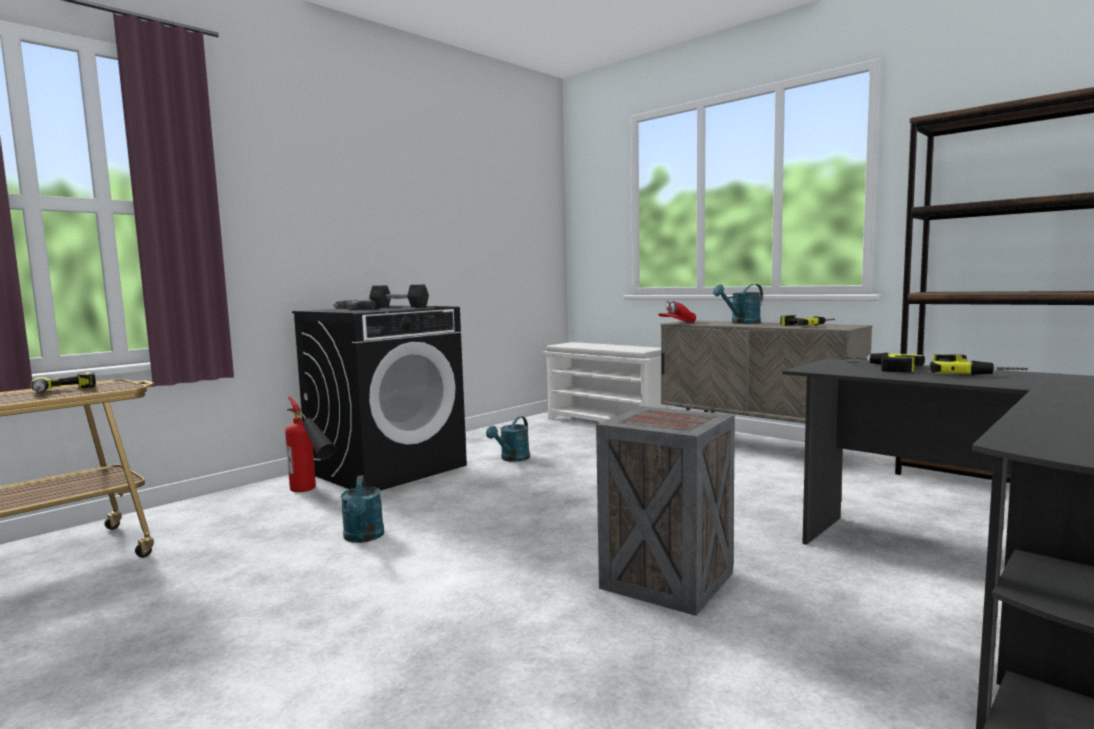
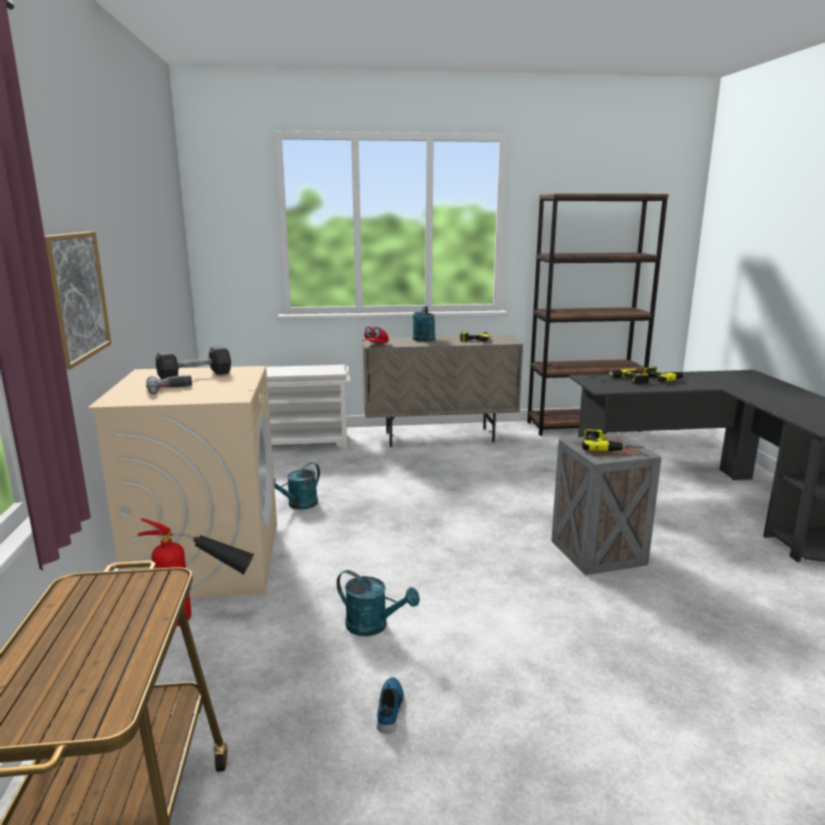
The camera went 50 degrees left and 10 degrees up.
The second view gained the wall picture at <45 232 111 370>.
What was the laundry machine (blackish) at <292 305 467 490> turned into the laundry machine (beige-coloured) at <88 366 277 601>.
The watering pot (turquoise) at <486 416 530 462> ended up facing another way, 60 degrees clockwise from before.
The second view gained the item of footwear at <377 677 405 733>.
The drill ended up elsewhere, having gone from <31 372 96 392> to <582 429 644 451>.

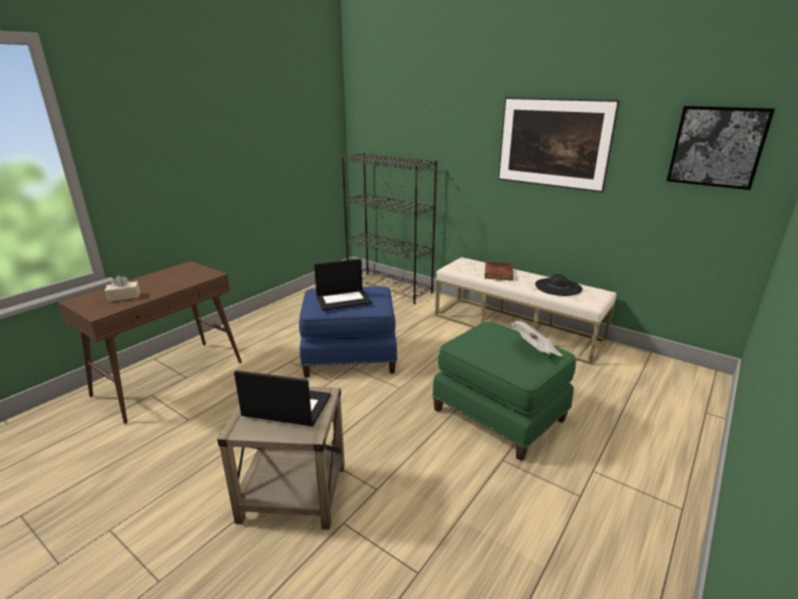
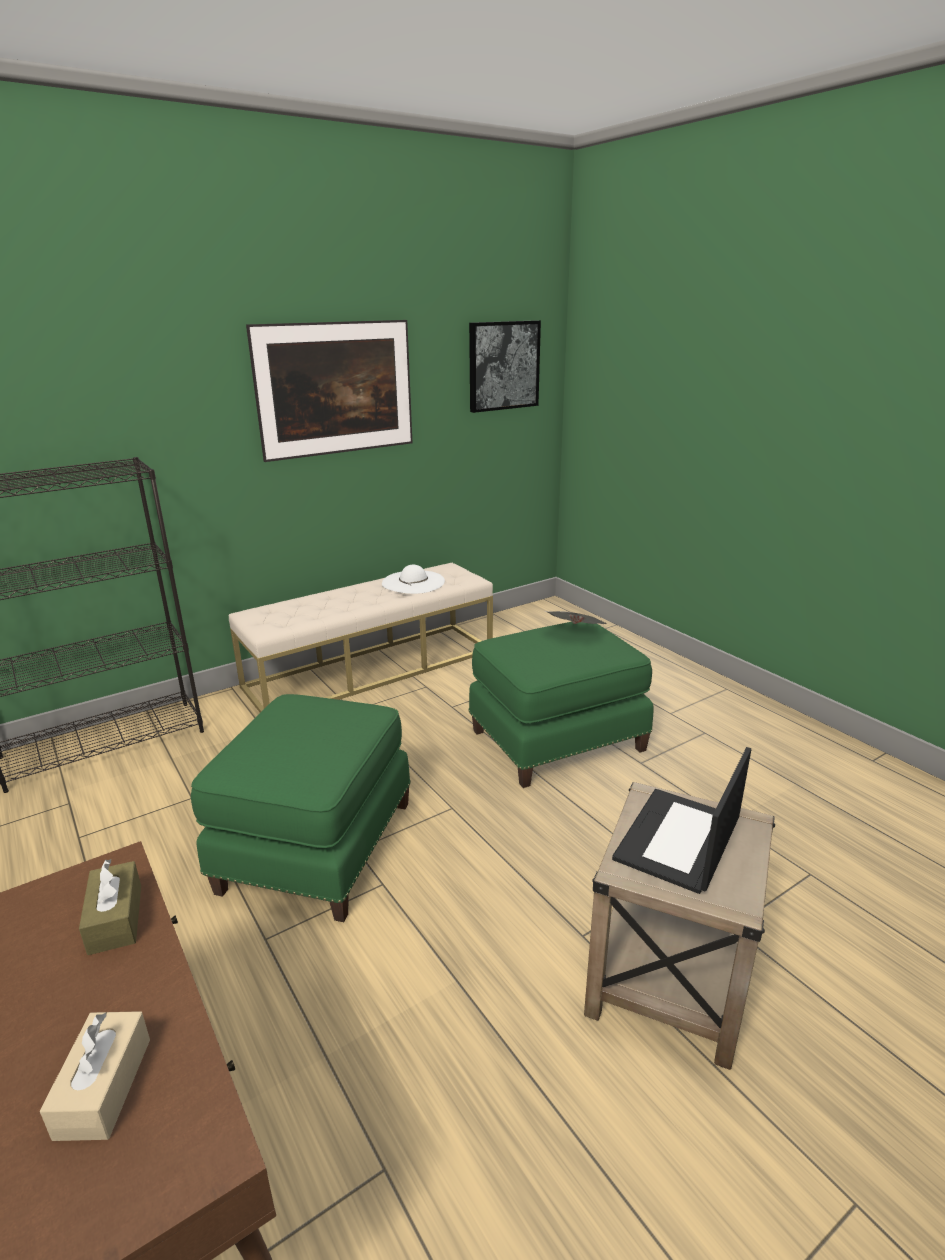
The camera went 70 degrees left and 0 degrees up.
The second view gained the box of tissues (brownish) at <79 859 141 955>.
What was the pouffe (bluish) at <299 286 398 378> turned into the pouffe (green) at <191 694 411 922>.
What was the clothing hat (blackish) at <535 274 582 296> turned into the clothing hat (white-coloured) at <382 565 445 594>.
The second view lost the portable computer at <314 259 372 311>.
The second view lost the book at <484 262 513 280>.

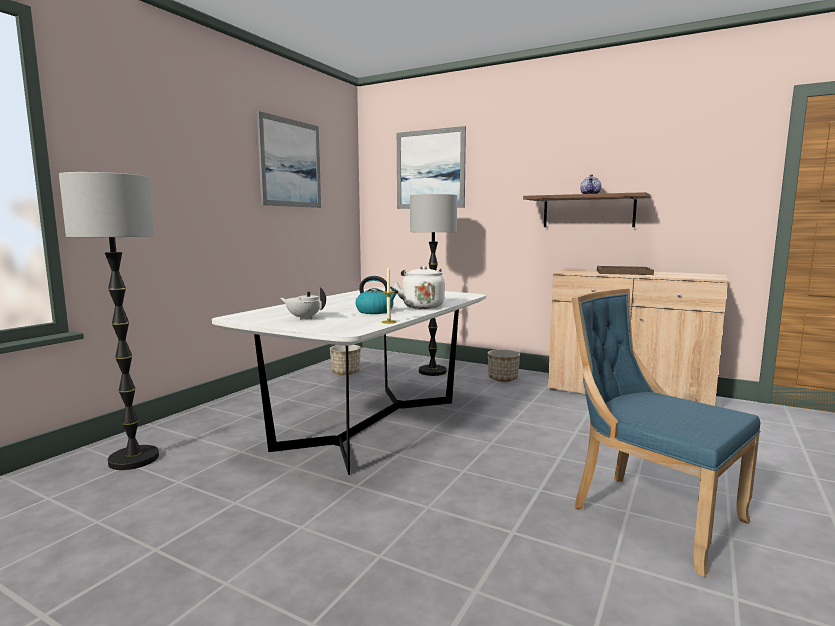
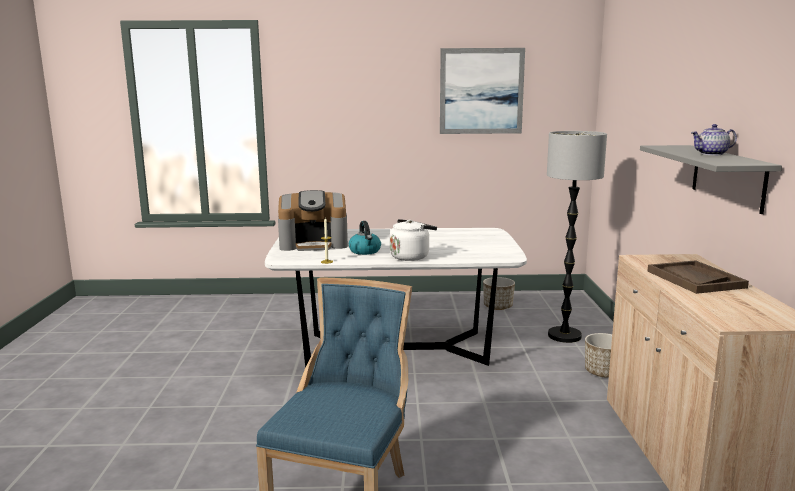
The camera went 60 degrees right and 5 degrees up.
Where the teapot (white-coloured) stood at <280 287 326 320>, the coffee maker came to stand at <278 190 348 251>.
What was the shelf (brownish) at <523 192 650 227> turned into the shelf (greyish) at <640 145 782 214>.
The second view lost the floor lamp at <59 172 159 470>.
The second view lost the wall picture at <397 126 466 209>.

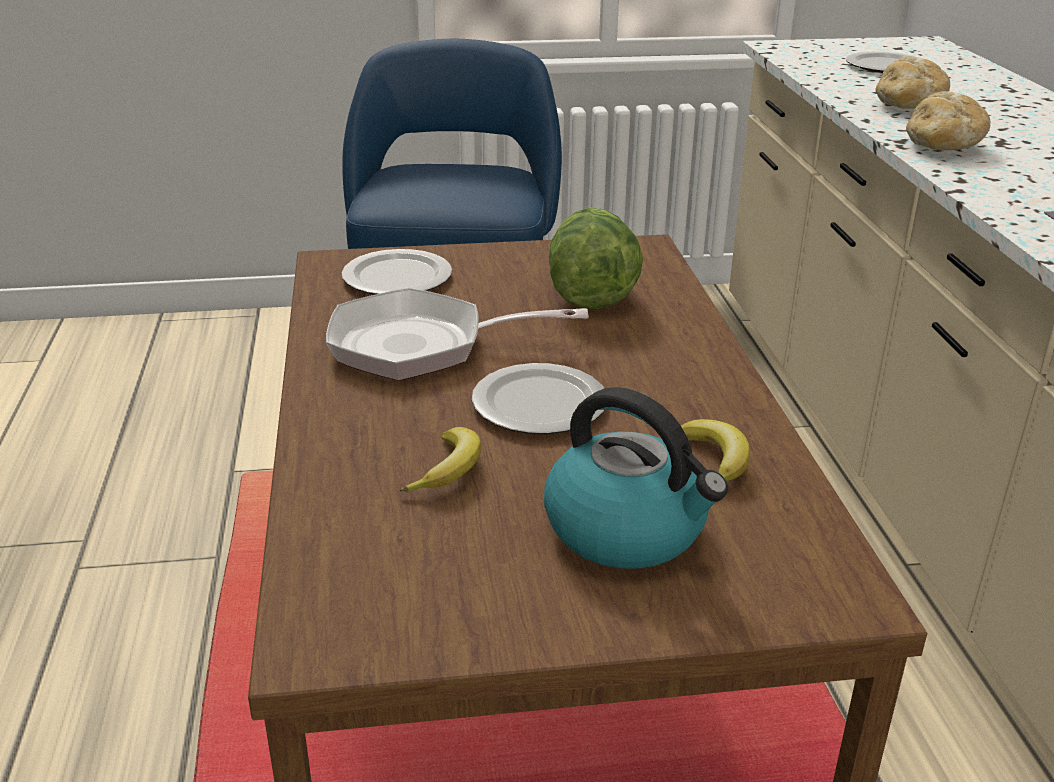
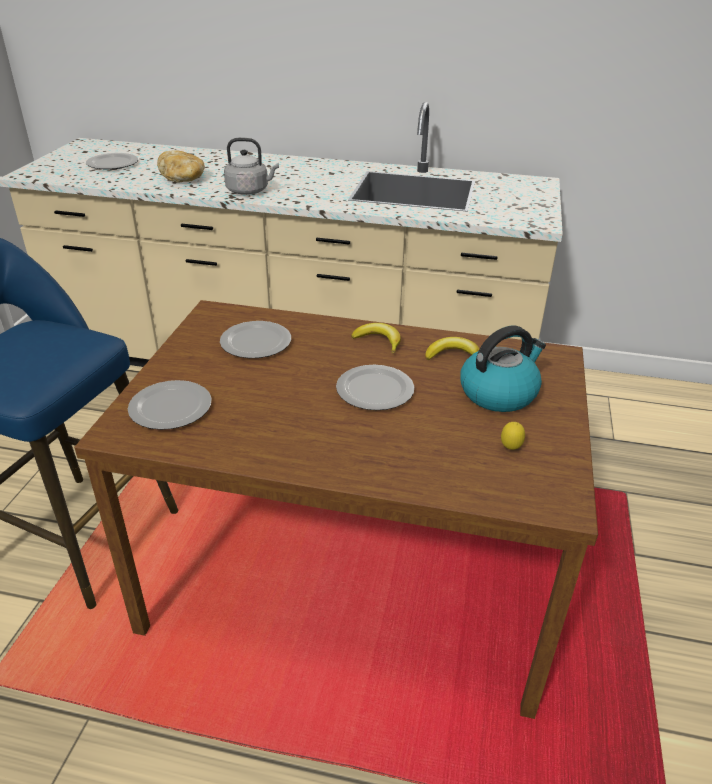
The camera went 70 degrees left and 5 degrees up.
Where the lettuce stood at <549 208 643 309>, the dinner plate came to stand at <220 321 291 358>.
Where the baked bread stood at <906 91 991 150>, the water kettle (greyish) came to stand at <224 138 279 195>.
The banana ended up elsewhere, having gone from <400 427 481 492> to <351 323 401 354>.
The second view gained the lemon at <501 422 525 450>.
The second view lost the skillet at <326 288 589 381>.

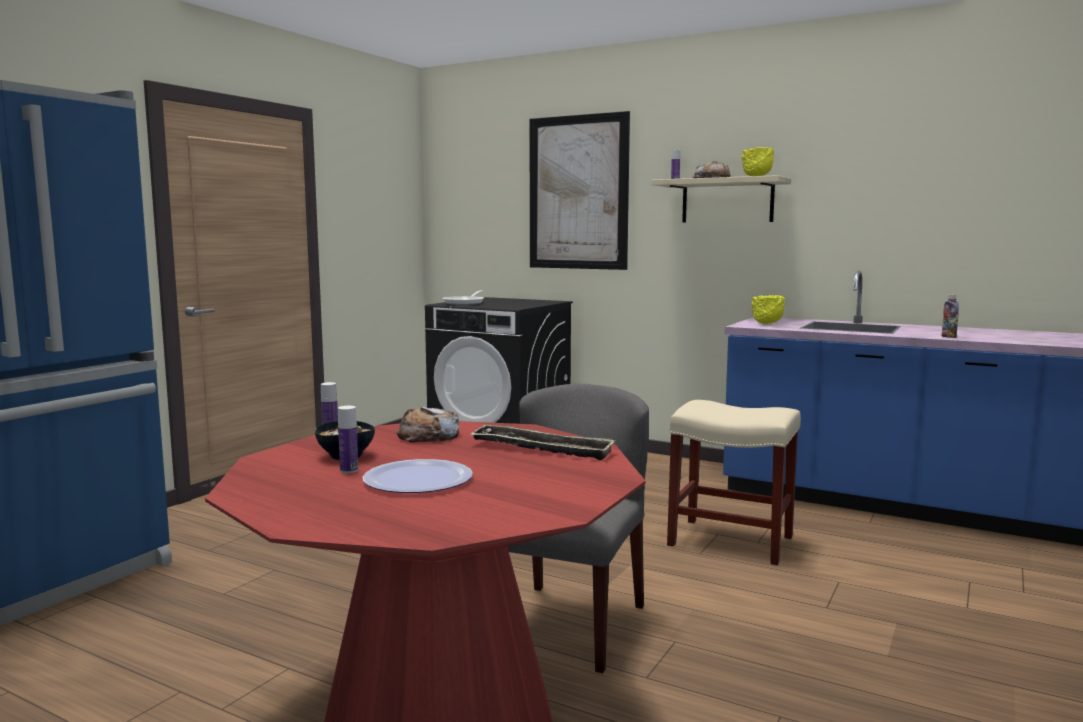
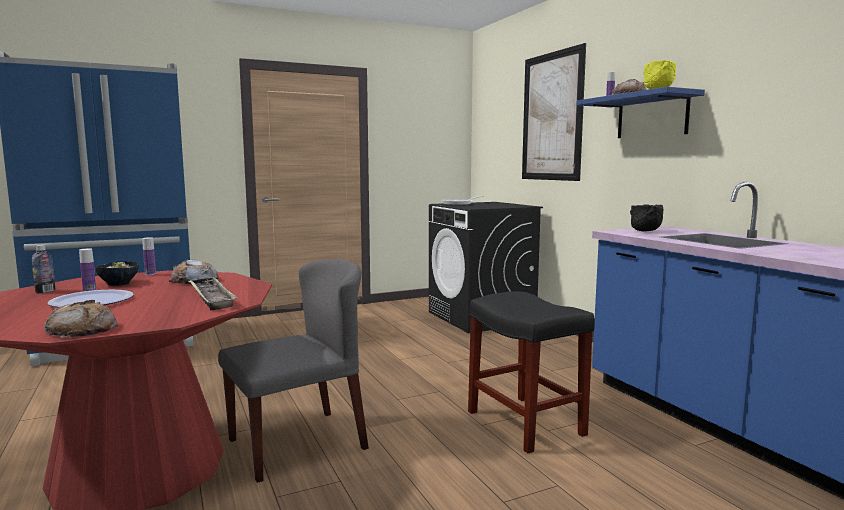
The camera went 35 degrees right and 0 degrees up.
The beverage bottle ended up elsewhere, having gone from <942 294 959 338> to <32 245 55 294>.
The second view gained the baked bread at <44 300 118 338>.
What was the stool seat (beige-coloured) at <667 400 801 565> turned into the stool seat (blackish) at <468 291 595 453>.
What was the shelf (beige-coloured) at <651 175 791 222> turned into the shelf (bluish) at <577 87 705 138>.
What was the bowl (yellow-coloured) at <751 295 785 324> turned into the bowl (blackish) at <630 205 664 232>.

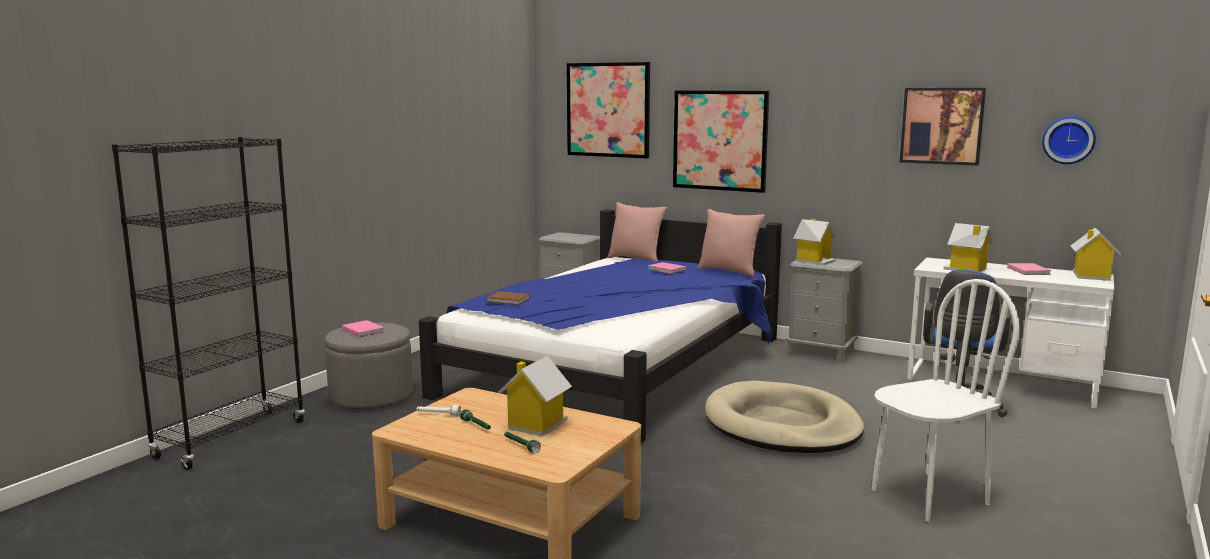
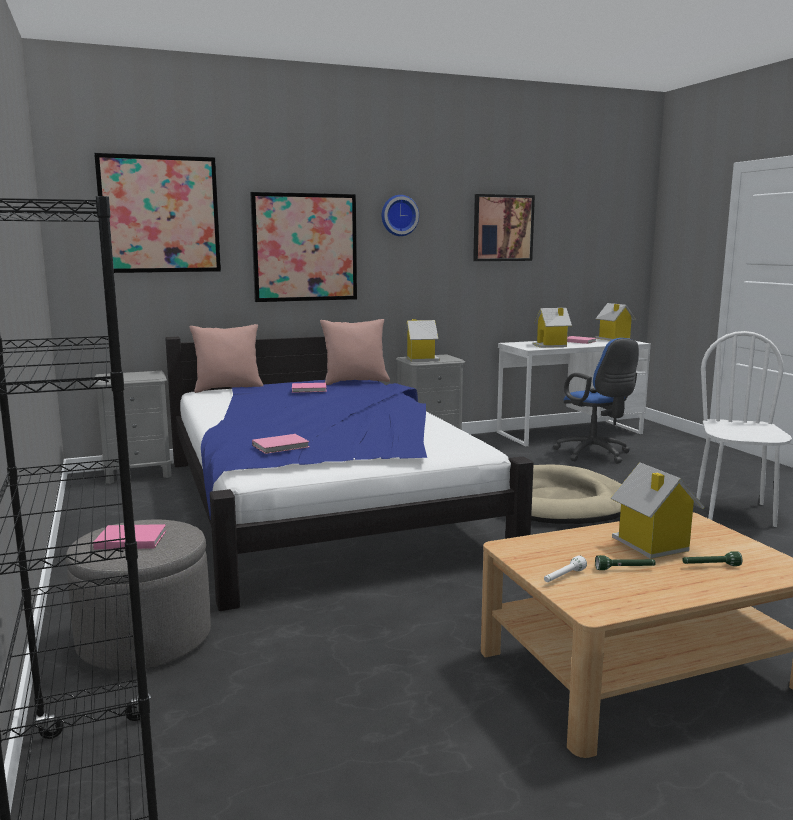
The camera went 50 degrees left and 0 degrees up.
What was the book (brownish) at <486 291 530 305> turned into the book (pink-coloured) at <252 434 310 454>.
The hanging clock ended up elsewhere, having gone from <1042 116 1096 164> to <382 195 419 236>.

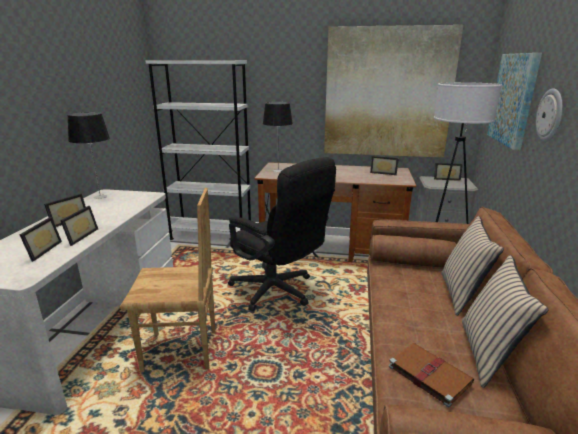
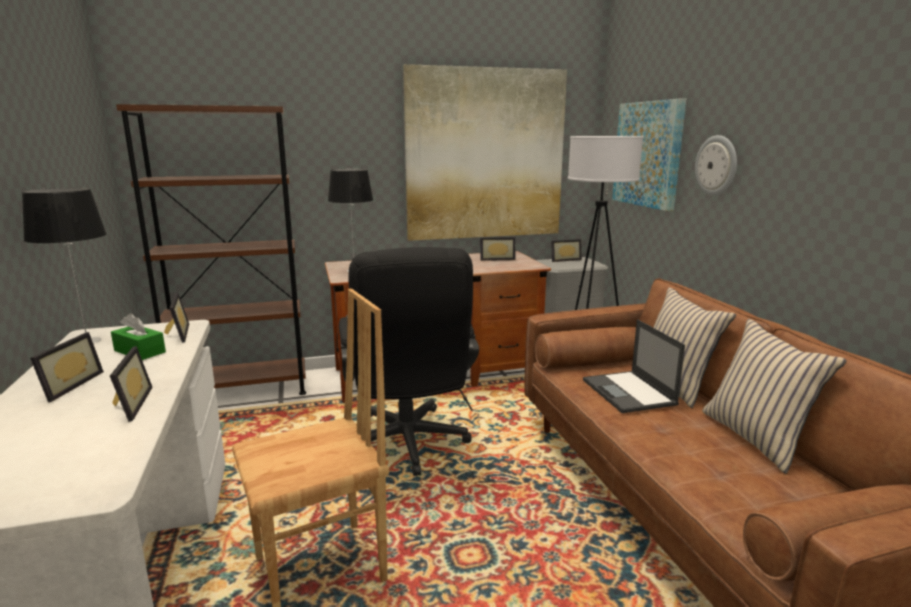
The camera went 25 degrees left and 5 degrees down.
The second view gained the box of tissues (green) at <111 313 166 360>.
What was the bookshelf (white-coloured) at <145 60 251 240> turned into the bookshelf (brownish) at <116 104 306 395>.
The standing frame ended up elsewhere, having gone from <20 217 62 262> to <164 292 189 343>.
The desk chair (blackish) at <228 157 336 311> ended up facing another way, 60 degrees clockwise from before.
The second view gained the portable computer at <583 319 685 413>.
The second view lost the book (brownish) at <388 343 474 407>.

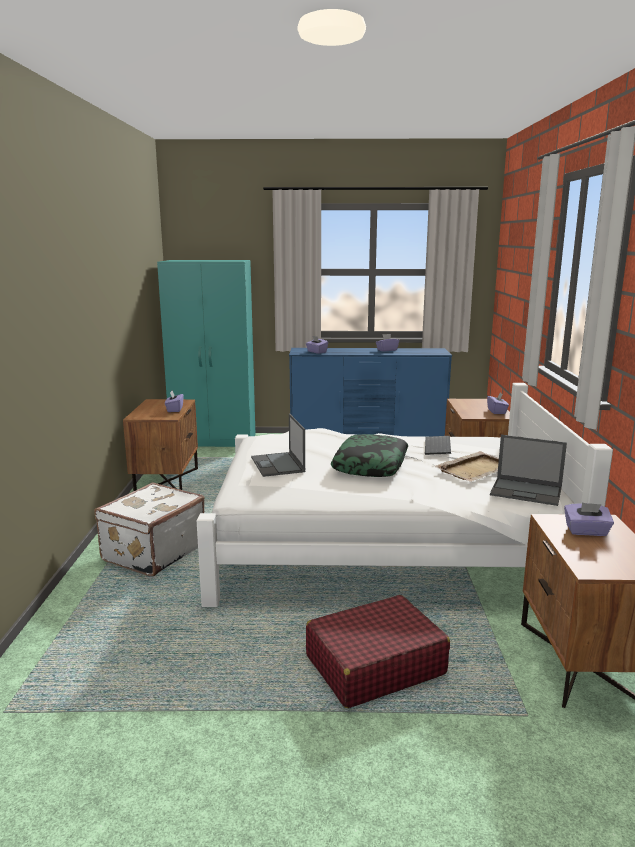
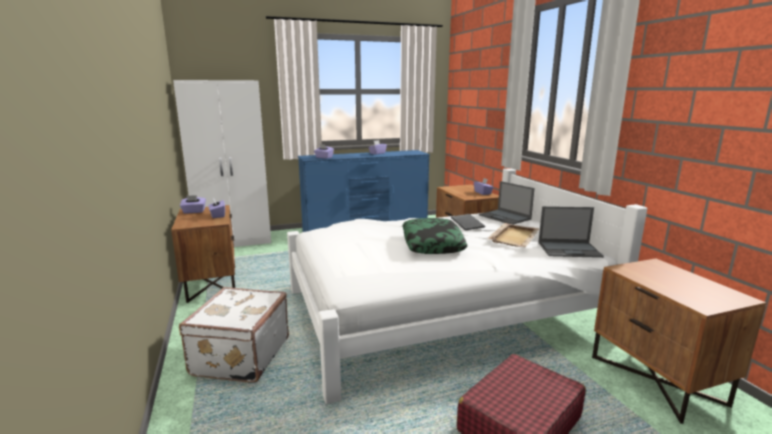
The camera went 20 degrees left and 0 degrees up.
What was the wardrobe (turquoise) at <157 260 256 447> turned into the wardrobe (white-coloured) at <173 80 271 247>.
The box of tissues (purple-coloured) ended up elsewhere, having gone from <564 503 614 536> to <180 195 206 214>.
The portable computer ended up elsewhere, having gone from <251 414 305 477> to <479 181 534 225>.

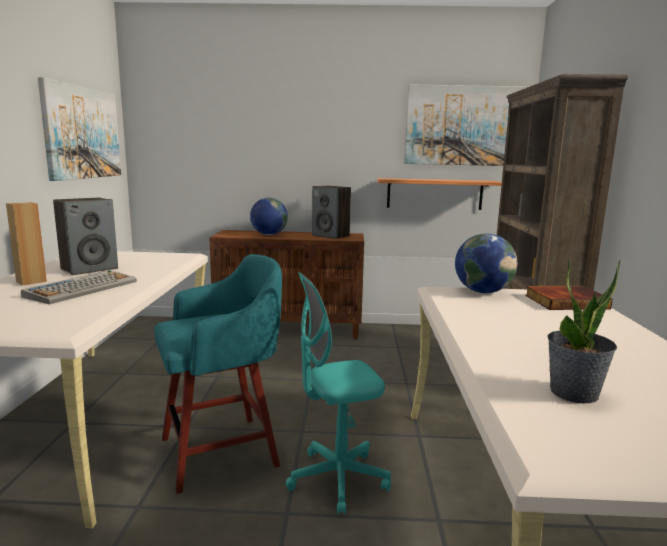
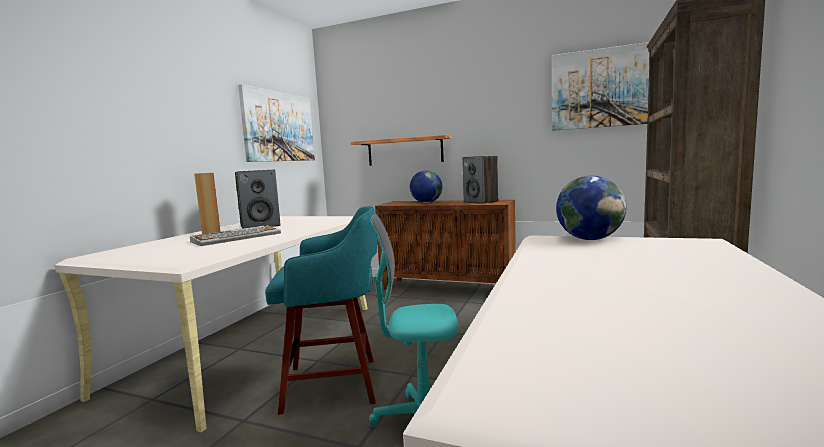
The camera went 20 degrees right and 5 degrees down.
The shelf ended up elsewhere, having gone from <377 178 502 210> to <351 135 452 166>.
The second view lost the book at <525 286 613 310>.
The second view lost the plant in a pot at <547 259 620 404>.

